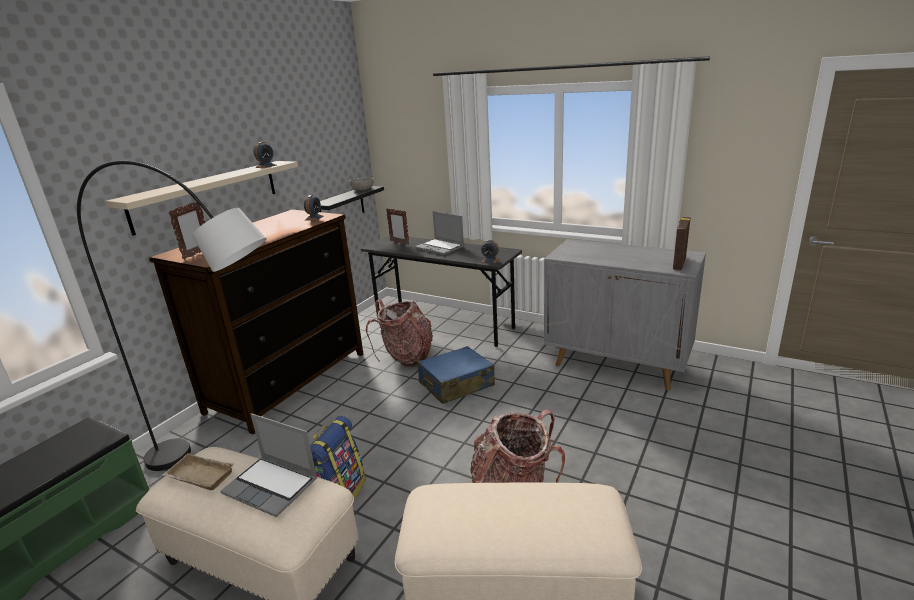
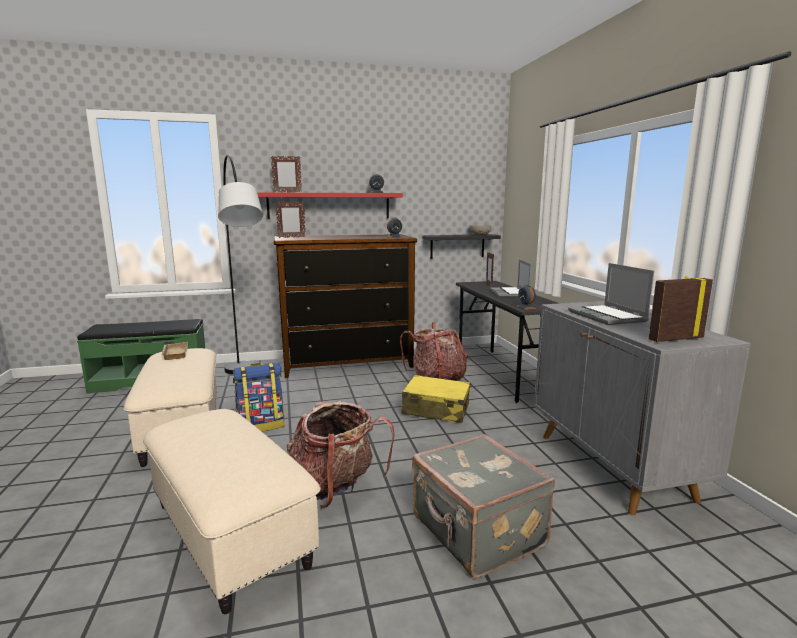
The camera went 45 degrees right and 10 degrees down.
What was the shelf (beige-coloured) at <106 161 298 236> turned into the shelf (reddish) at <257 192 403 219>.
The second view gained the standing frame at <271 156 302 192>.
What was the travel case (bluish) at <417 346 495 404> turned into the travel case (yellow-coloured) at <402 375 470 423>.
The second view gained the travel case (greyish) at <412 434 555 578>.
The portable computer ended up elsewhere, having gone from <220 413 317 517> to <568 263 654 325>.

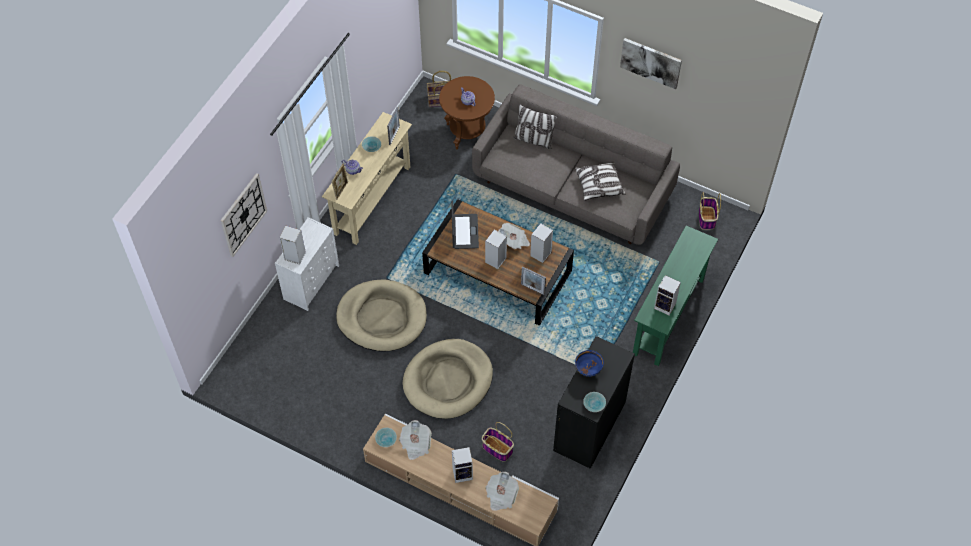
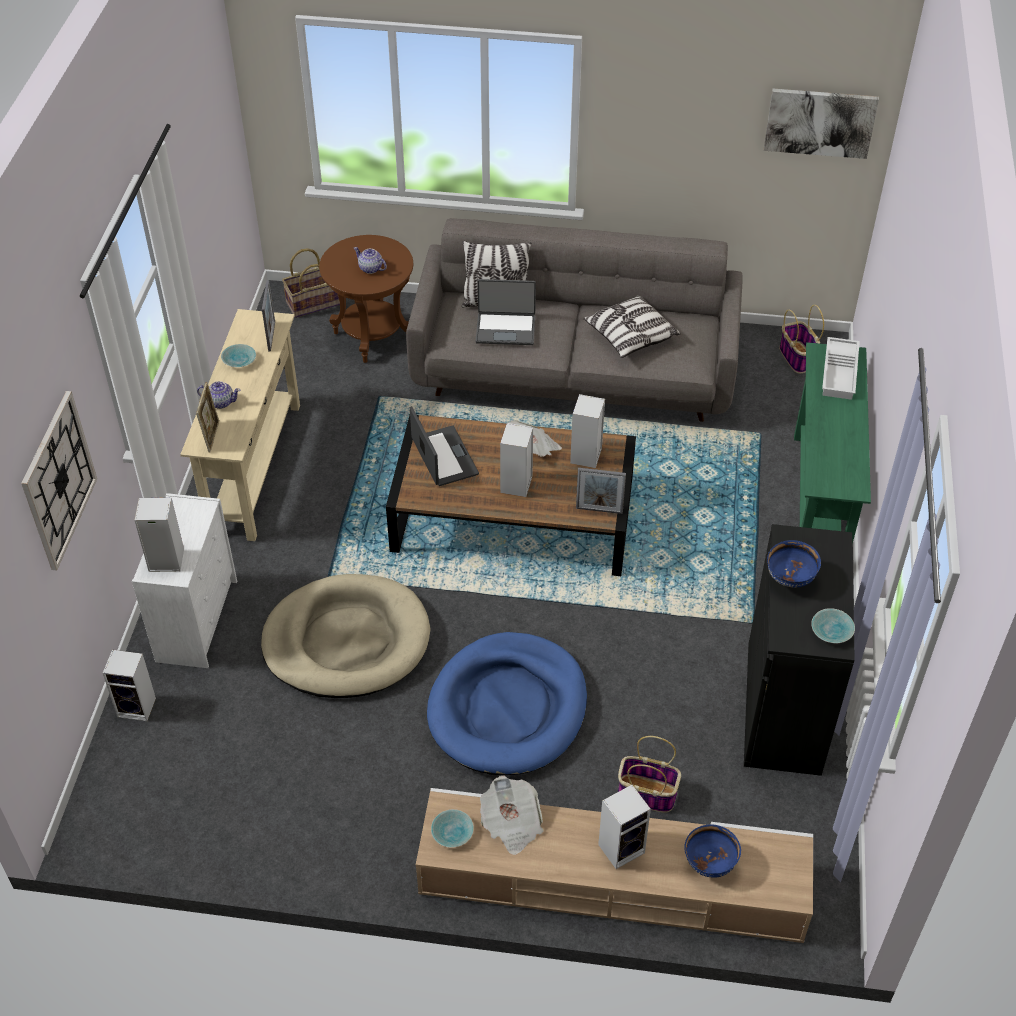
The camera went 20 degrees left and 10 degrees down.
The audio speaker ended up elsewhere, having gone from <654 275 681 316> to <103 650 156 721>.
What was the dog cushion (beige-coloured) at <402 339 493 419> turned into the dog cushion (bluish) at <427 632 587 775>.
The second view gained the portable computer at <476 279 536 345>.
Where the newspaper stood at <486 472 519 511>, the bowl (bluish) came to stand at <684 825 741 878>.
The wall picture ended up elsewhere, having gone from <620 38 682 89> to <764 89 879 159>.
The second view gained the tray (white-coloured) at <822 337 860 400>.

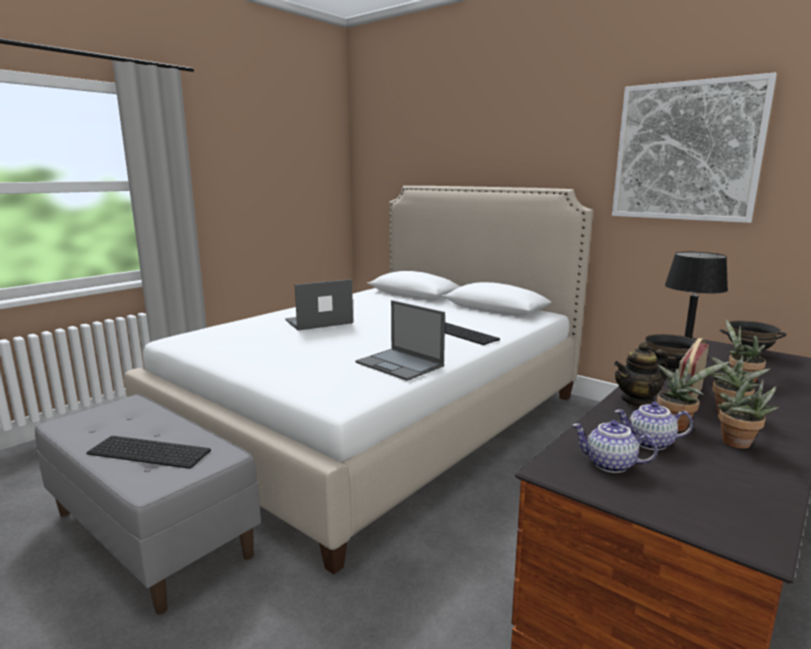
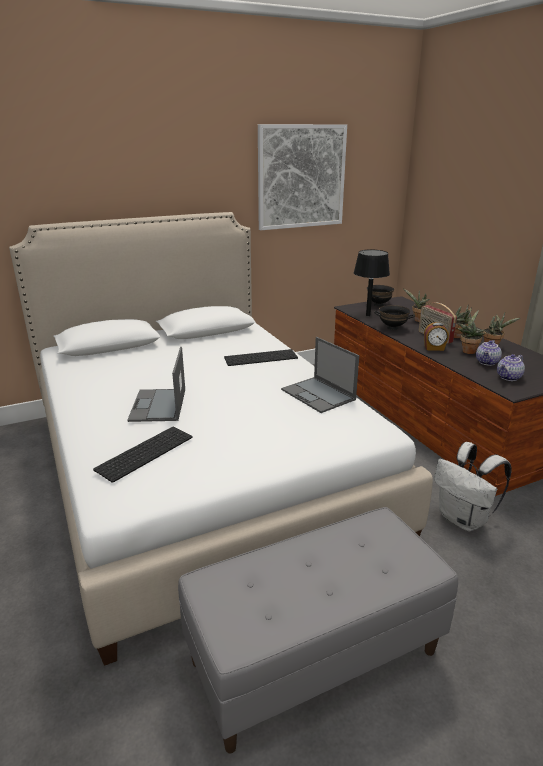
The camera went 65 degrees left and 10 degrees up.
The PC keyboard ended up elsewhere, having gone from <86 436 211 469> to <93 427 193 483>.
The portable computer at <355 300 445 381> ended up facing another way, 75 degrees clockwise from before.
Where the teapot stood at <614 342 668 408>, the bedside clock came to stand at <424 322 449 351>.
The second view gained the backpack (white-coloured) at <434 442 512 532>.

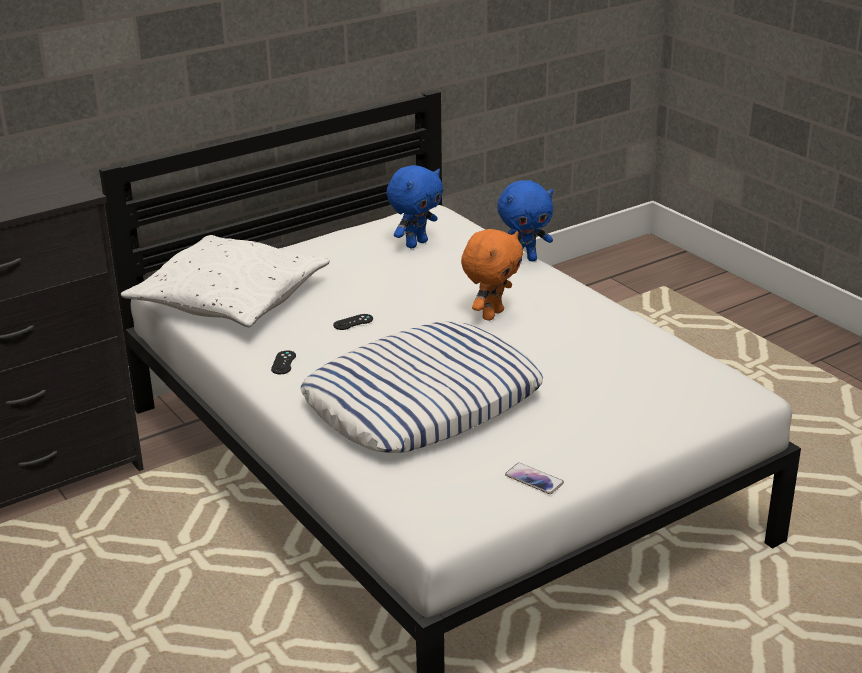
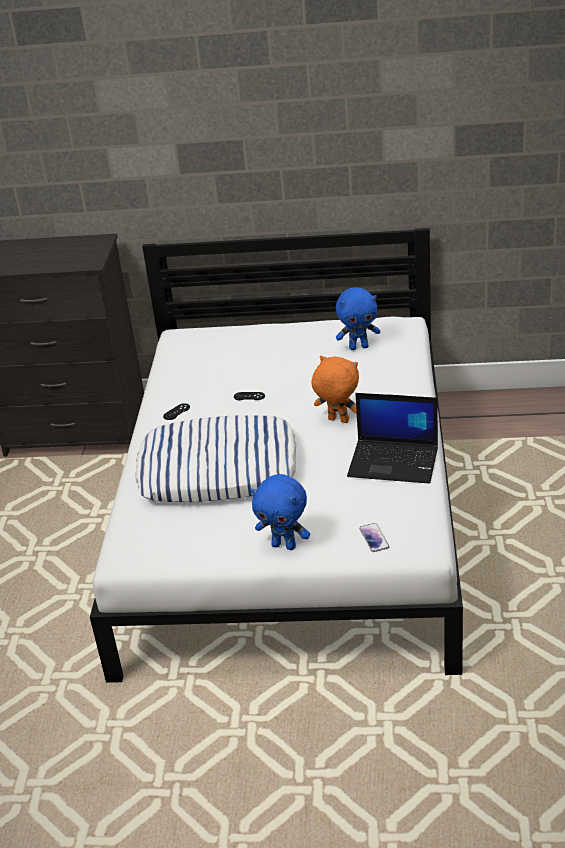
The camera went 40 degrees right and 5 degrees up.
The cuddly toy (bluish) ended up elsewhere, having gone from <497 180 553 262> to <251 474 310 550>.
The cuddly toy (orange-coloured) at <461 229 523 321> ended up facing another way, 135 degrees counterclockwise from before.
The second view gained the portable computer at <347 393 438 484>.
The phone ended up elsewhere, having gone from <505 463 564 494> to <359 523 389 552>.
The second view lost the cushion (white-coloured) at <121 235 330 327>.

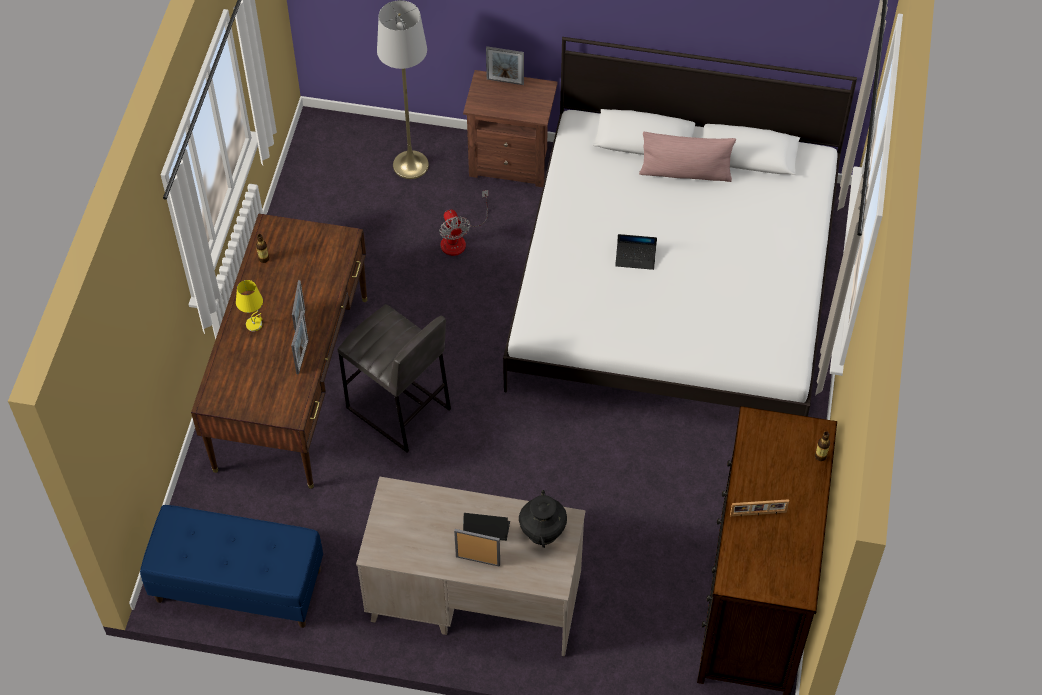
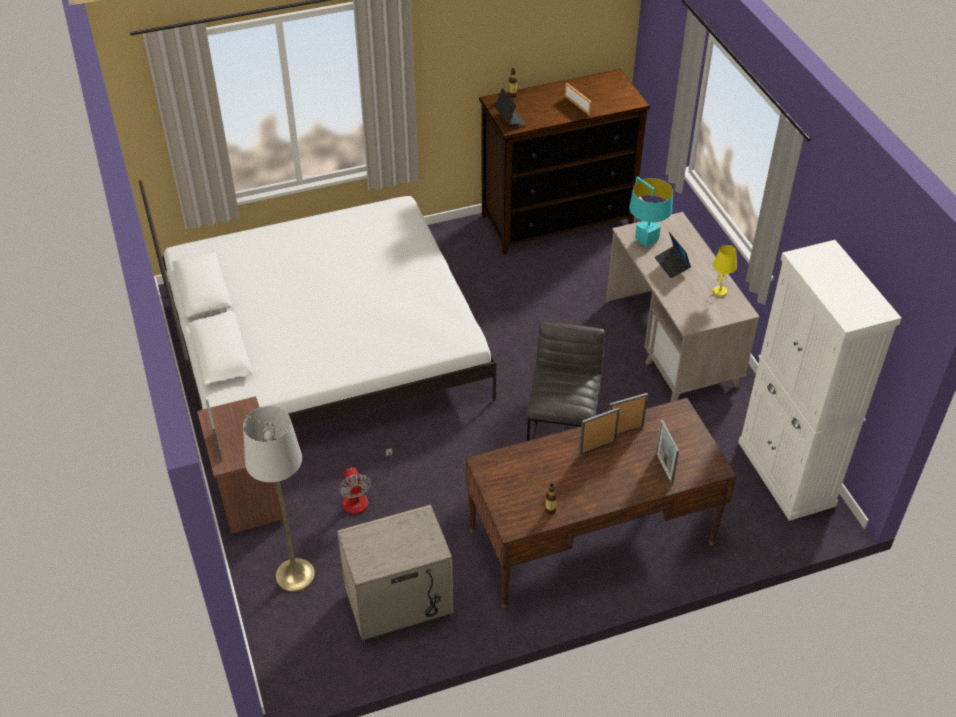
The camera went 120 degrees left and 10 degrees down.
The second view gained the bedside table (beige-coloured) at <337 505 454 643>.
The electric fan at <439 190 489 256> ended up facing another way, 120 degrees clockwise from before.
The portable computer ended up elsewhere, having gone from <615 234 657 270> to <495 88 527 126>.
Where the flower vase (blackish) stood at <519 490 567 548>, the lamp for a table (turquoise) came to stand at <629 176 673 247>.
The standing frame ended up elsewhere, having gone from <454 529 500 567> to <655 420 679 484>.
The lamp for a table (yellow-coloured) ended up elsewhere, having gone from <236 280 263 331> to <713 245 737 297>.
Where the bench (bluish) stood at <140 505 323 628>, the cupboard (white-coloured) came to stand at <738 240 901 521>.
The second view lost the cushion (pink-coloured) at <639 132 736 182>.

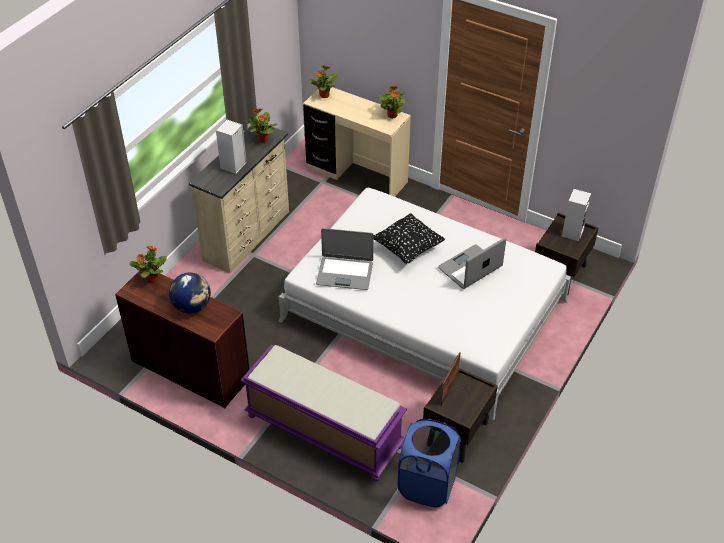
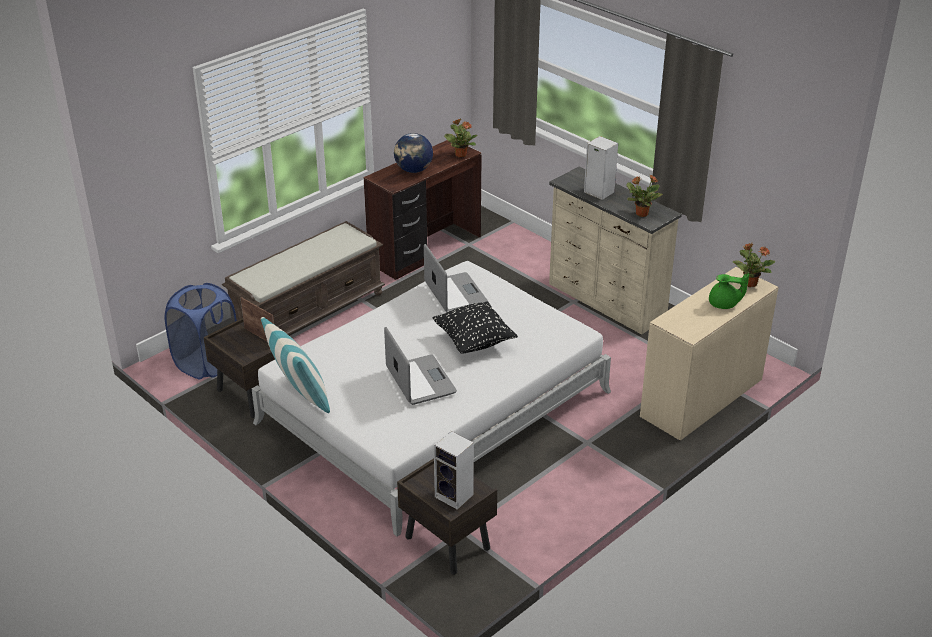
The camera went 105 degrees right and 10 degrees down.
What was the bench (purple-coloured) at <240 345 407 481> turned into the bench (brownish) at <222 221 385 335>.
The second view gained the cushion at <261 317 330 413>.
The portable computer at <316 228 373 290> ended up facing another way, 135 degrees clockwise from before.
The second view gained the teapot (green) at <709 274 749 309>.
The second view lost the plant in a pot at <379 86 406 118>.

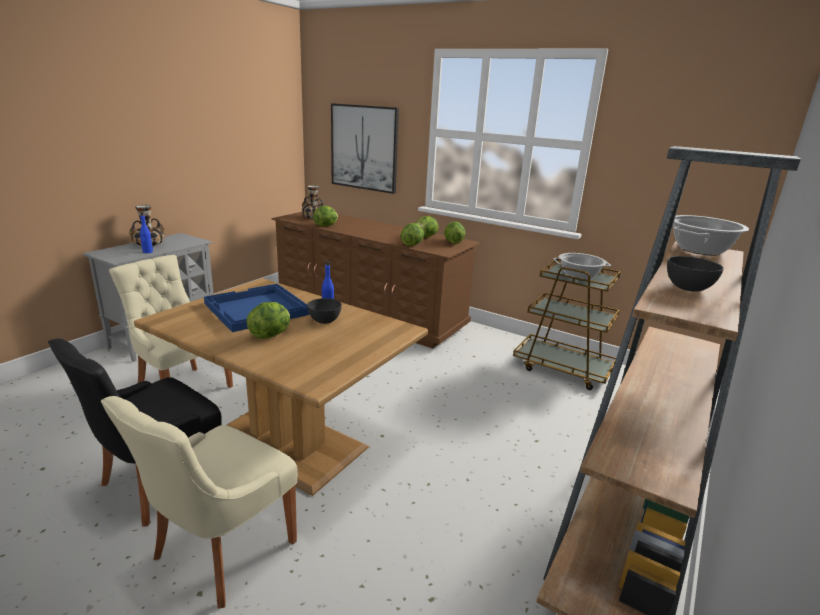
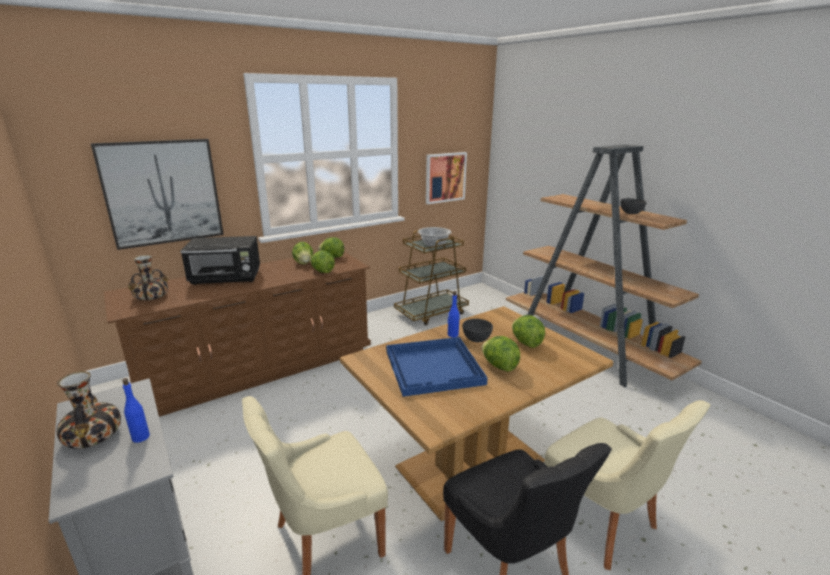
The camera went 65 degrees left and 0 degrees up.
The second view gained the kitchen microwave (blackish) at <180 236 260 285>.
The second view gained the wall picture at <426 152 467 204>.
The lettuce ended up elsewhere, having gone from <313 206 338 226> to <512 315 545 348>.
The second view lost the stockpot at <673 215 749 256>.

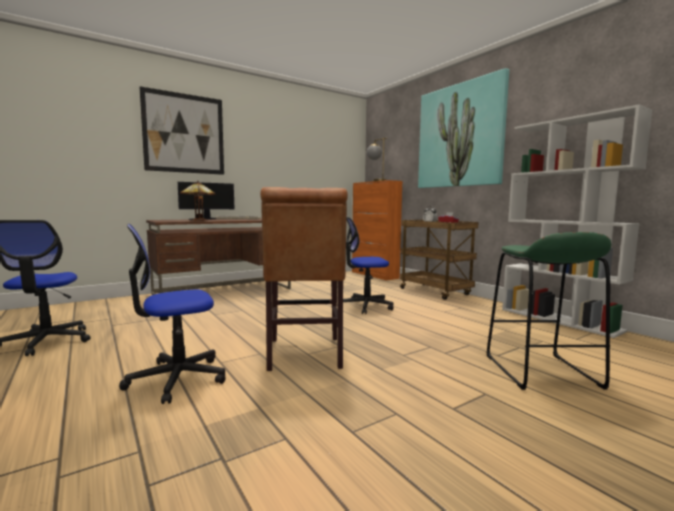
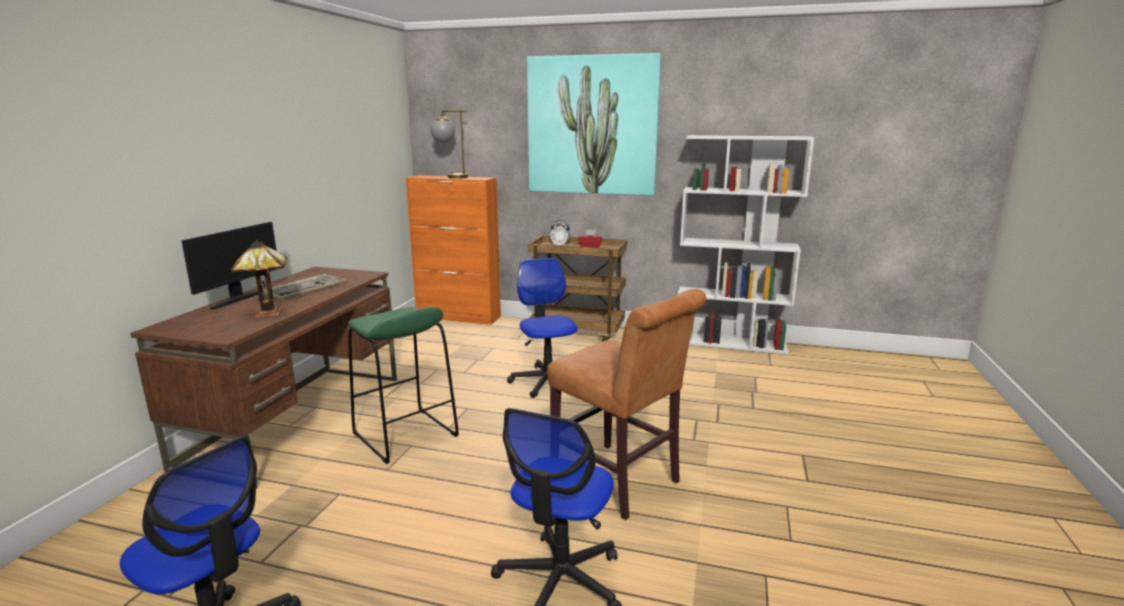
The camera went 40 degrees left and 10 degrees up.
The stool seat (green) ended up elsewhere, having gone from <486 232 611 390> to <348 307 459 464>.
The desk chair at <343 217 393 314> ended up facing another way, 120 degrees clockwise from before.
The second view lost the wall picture at <140 87 224 175>.

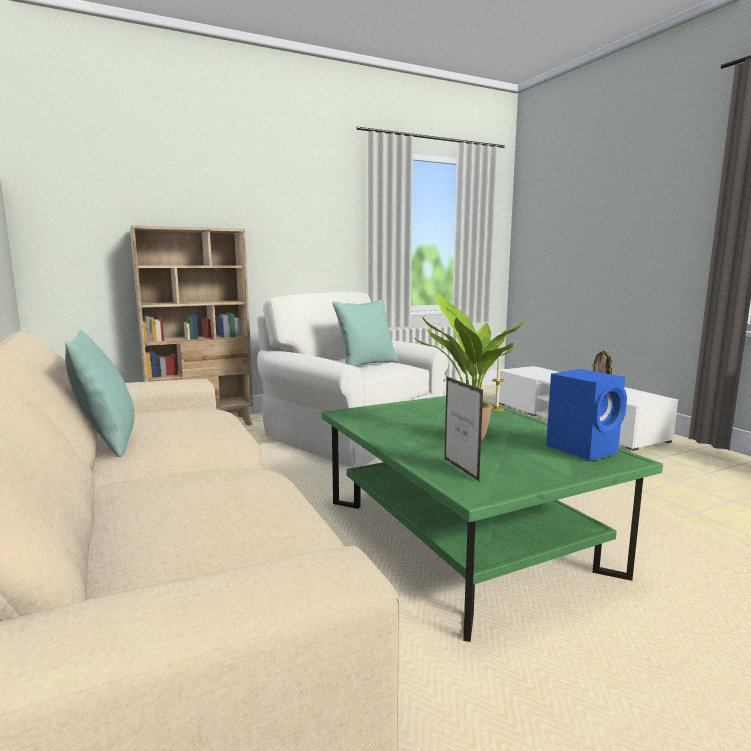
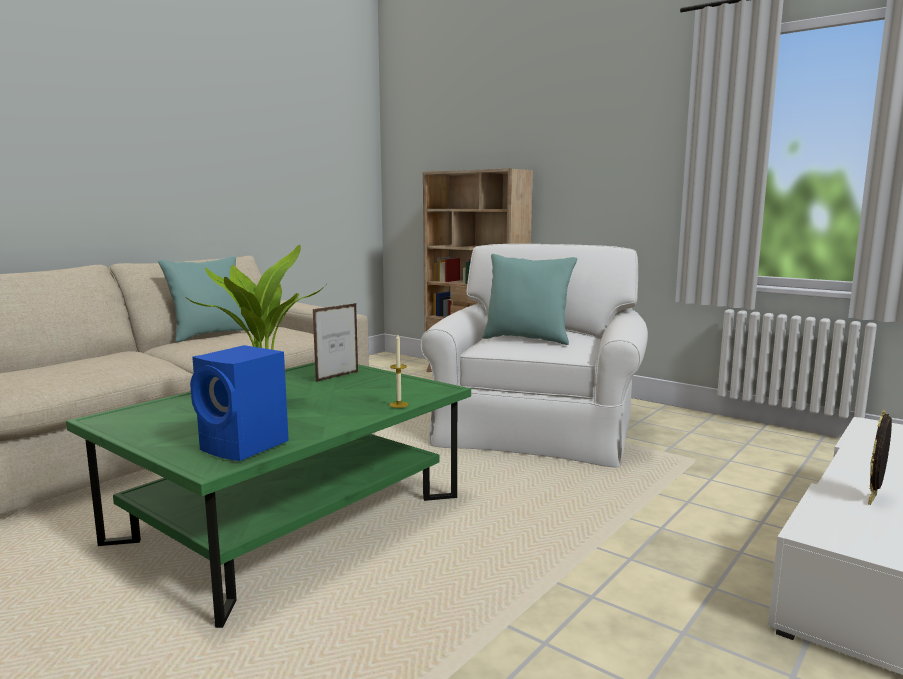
The camera went 65 degrees right and 0 degrees up.
The standing frame ended up elsewhere, having gone from <444 376 483 481> to <313 303 358 382>.

